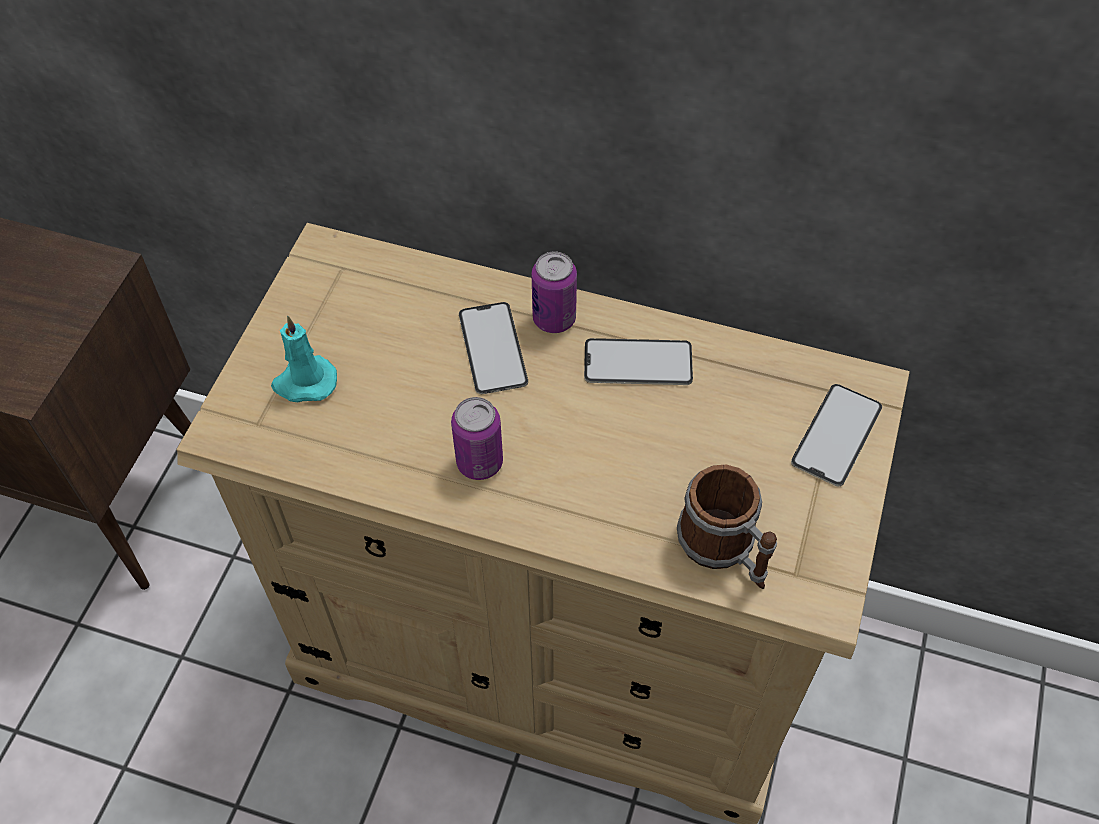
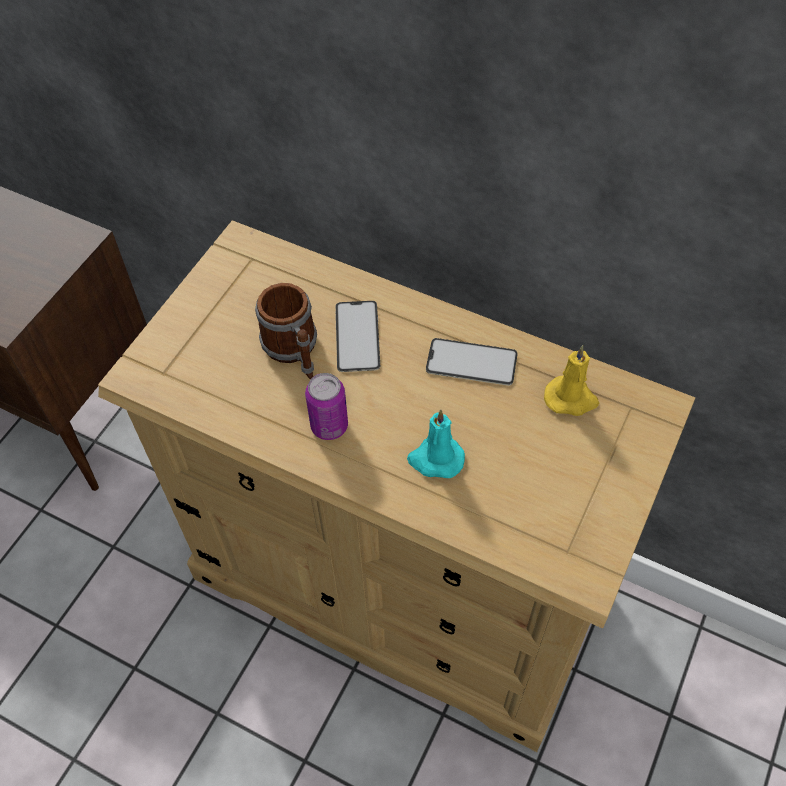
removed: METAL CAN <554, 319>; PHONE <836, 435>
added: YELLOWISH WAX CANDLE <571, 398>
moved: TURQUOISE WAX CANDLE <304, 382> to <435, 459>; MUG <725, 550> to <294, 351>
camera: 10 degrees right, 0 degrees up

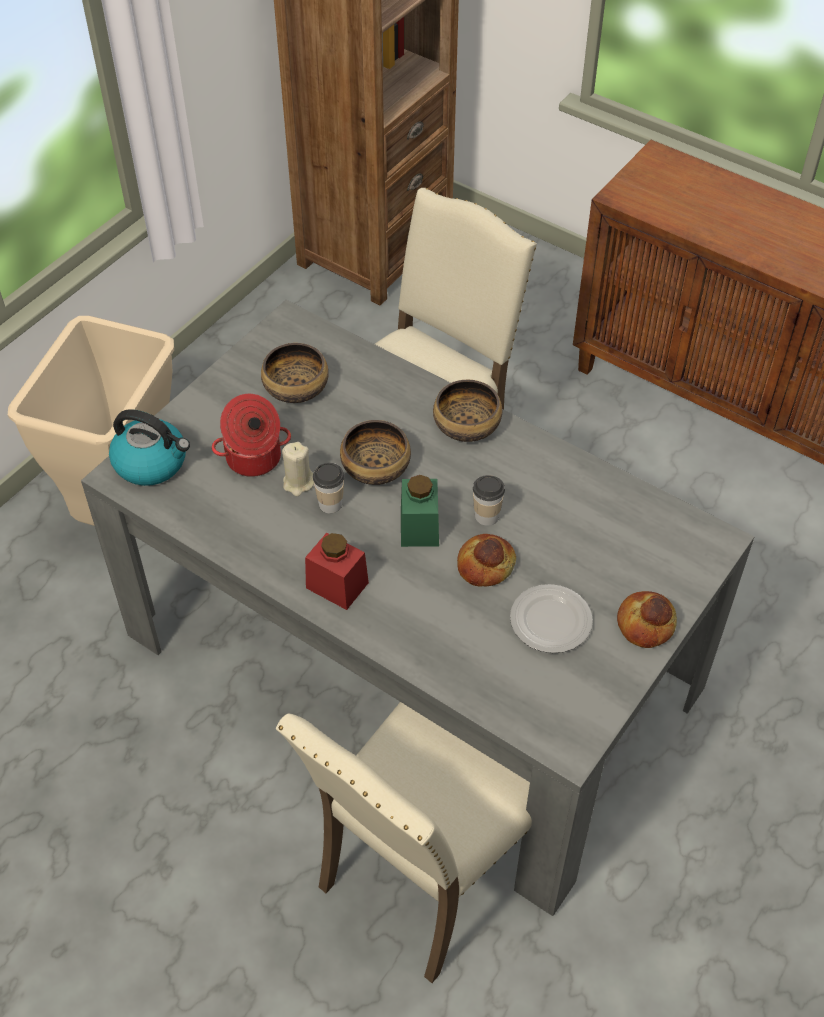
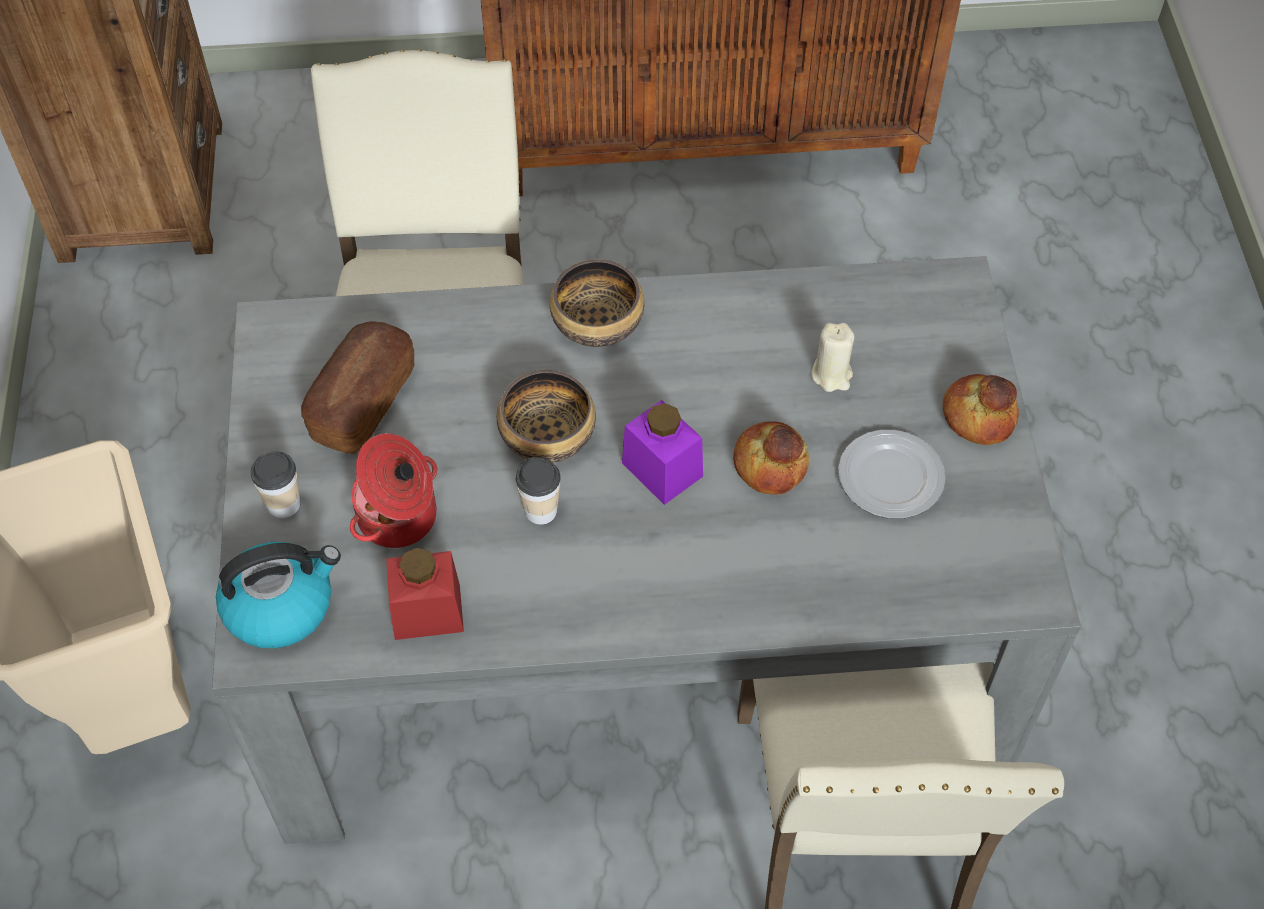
moved: BEIGE-COLOURED WAX CANDLE <298, 483> to <832, 375>; REDDISH STORAGE JAR <337, 585> to <427, 612>; CUP <486, 516> to <284, 504>
replaced: DEEP DISH <296, 388> to BREAD <363, 401>
recoloured: GREENISH STORAGE JAR <419, 527> to PURPLE STORAGE JAR <662, 469>
camera: 40 degrees left, 5 degrees up

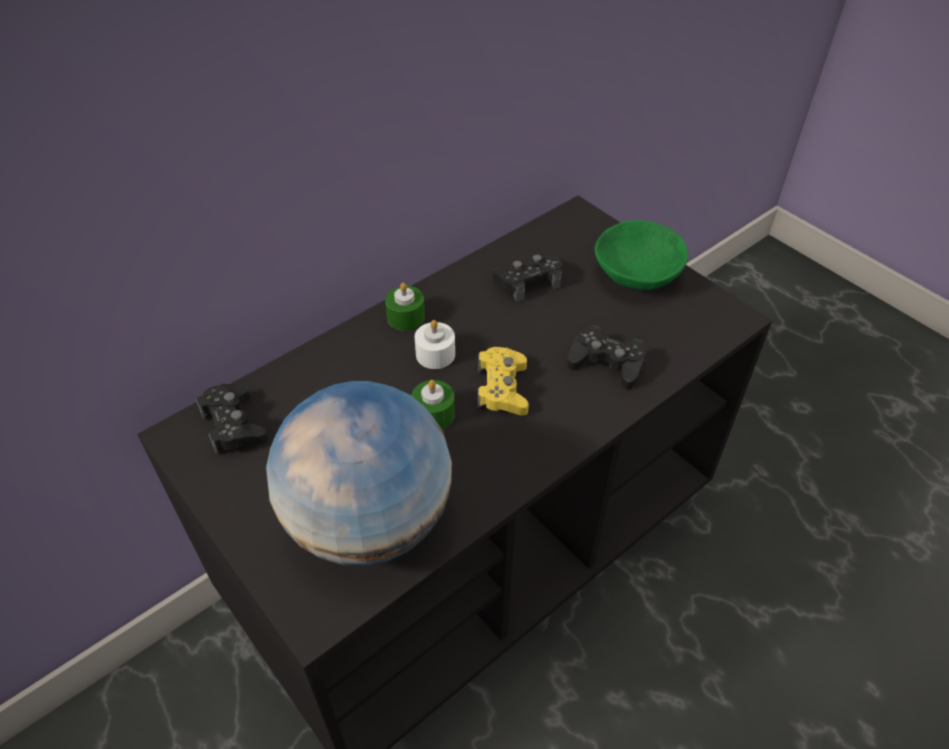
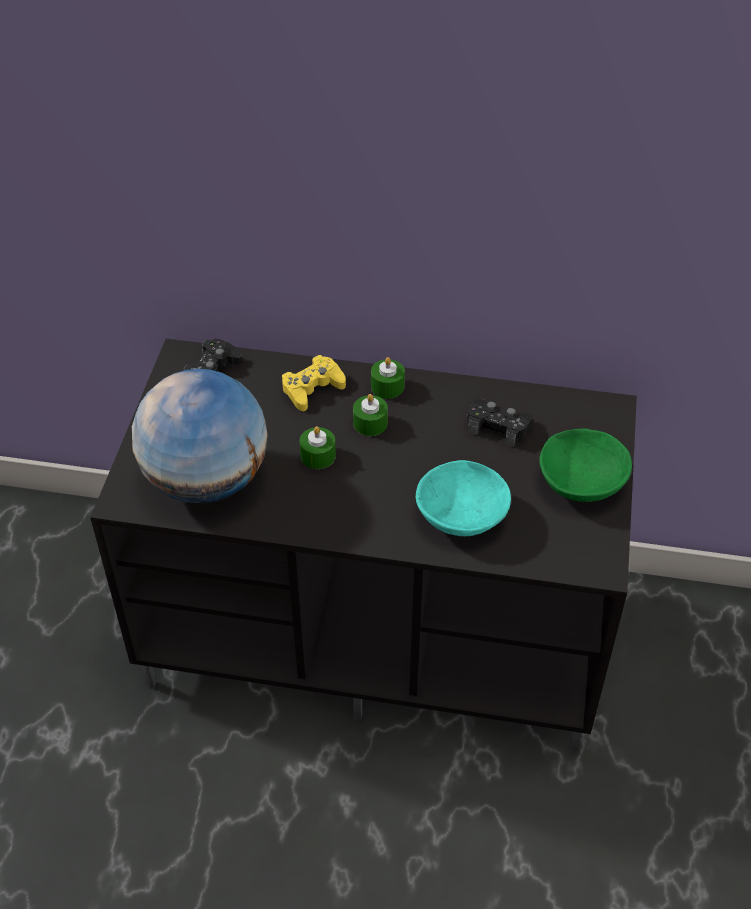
moved: YELLOWISH GAMEPAD <502, 388> to <312, 388>
replaced: BLACK GAMEPAD <606, 363> to TURQUOISE DEEP DISH <463, 517>
recoloured: WHITISH WAX CANDLE <435, 354> to GREENISH WAX CANDLE <370, 423>
camera: 50 degrees right, 0 degrees up

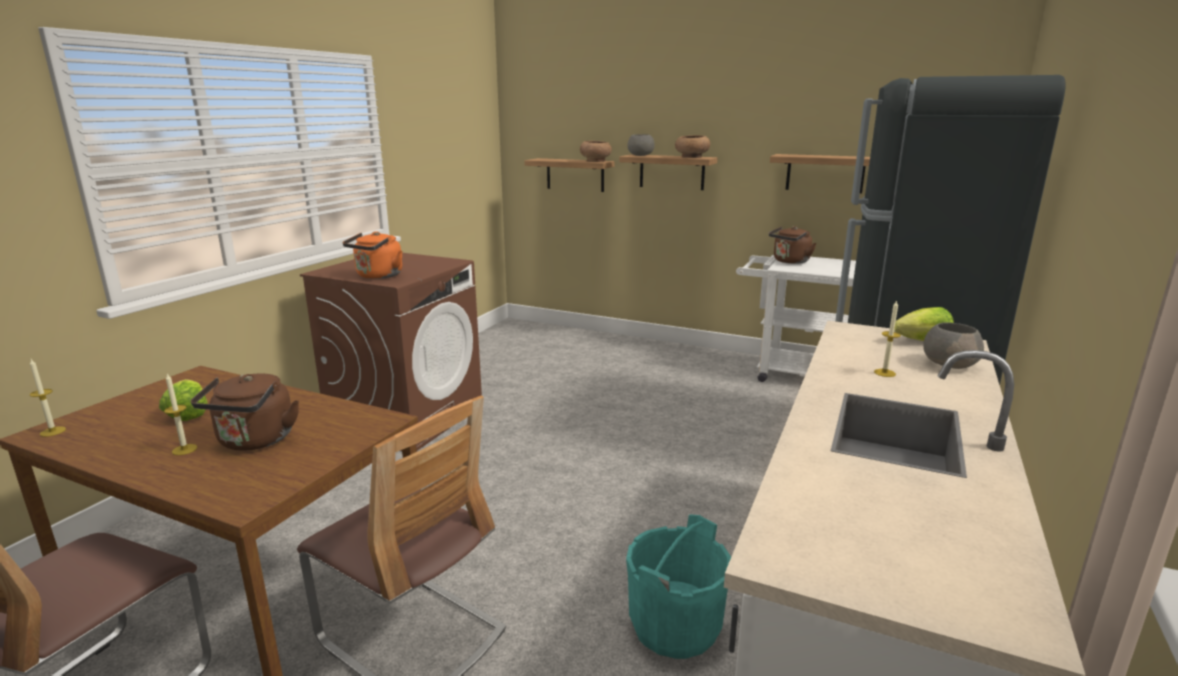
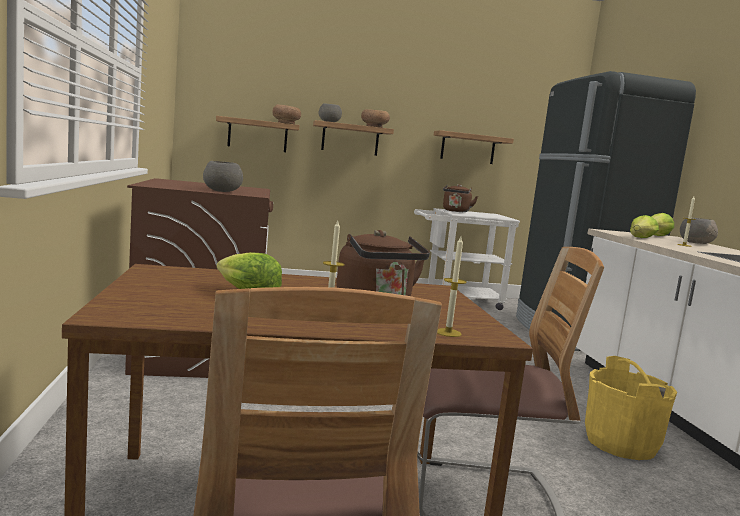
added: HEAD OF LETTUCE <641, 238>
moved: WAX CANDLE <53, 431> to <448, 332>
replaced: ORANGE WATER KETTLE <378, 276> to GRAY DEEP DISH <221, 191>
recoloured: TURQUOISE BUCKET <675, 626> to YELLOWISH BUCKET <621, 443>
camera: 35 degrees left, 10 degrees down

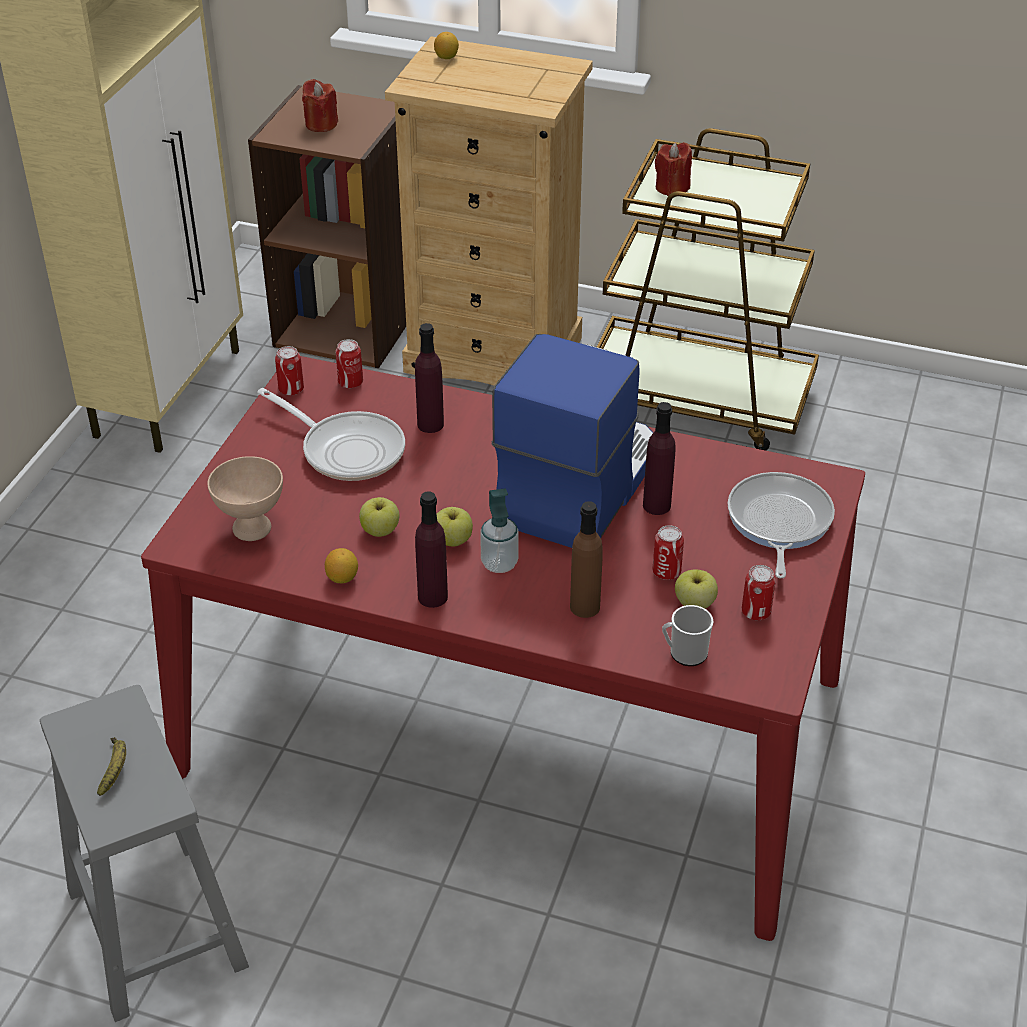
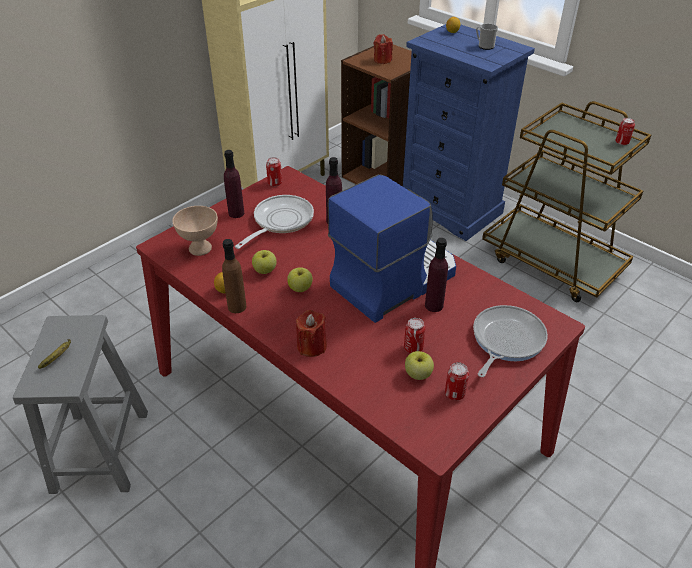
removed: SOAP BOTTLE <499, 563>
moved: METAL CAN <350, 382> to <622, 142>; PURPLE BOTTLE <432, 597> to <236, 213>; BROWN BOTTLE <585, 607> to <237, 306>; REDDISH WAX CANDLE <672, 188> to <312, 346>; MUG <684, 653> to <484, 46>
recoloured: BEIGE-COLOURED CHEST OF DRAWERS <494, 355> to BLUE CHEST OF DRAWERS <451, 209>
turned: FRYING PAN <347, 450> = <280, 222> 120 degrees counterclockwise
camera: 25 degrees right, 0 degrees up

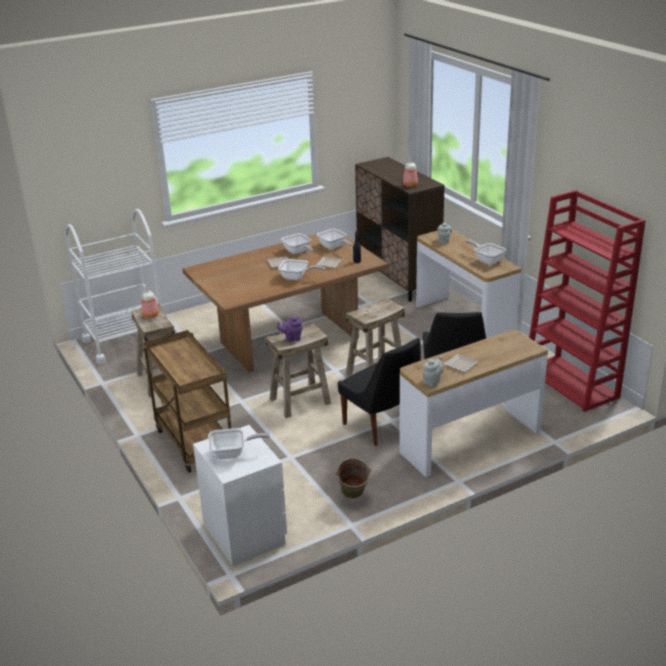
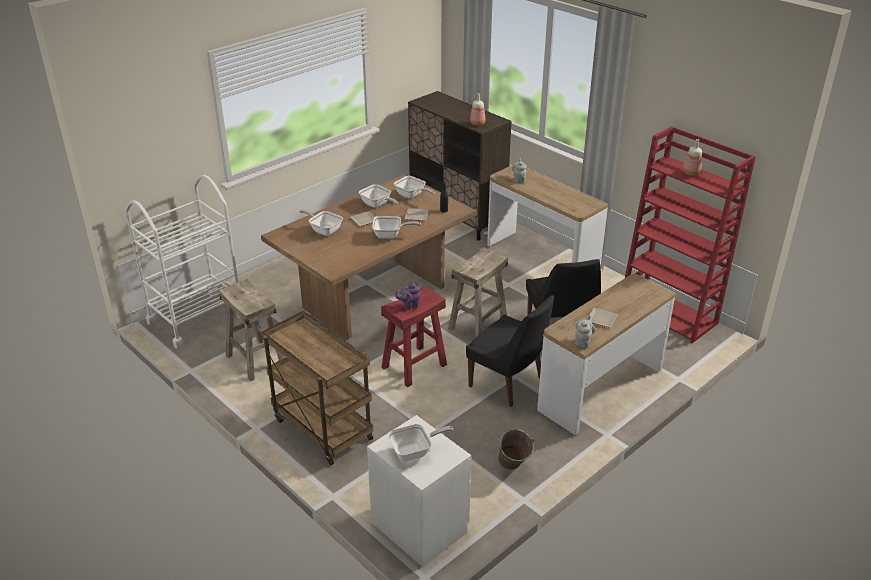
moved: BOTTLE <150, 315> to <690, 173>; FRYING PAN <487, 260> to <324, 230>
recoloured: BEIGE-COLOURED STOOL <300, 401> to REDDISH STOOL <414, 366>
camera: 15 degrees left, 5 degrees up

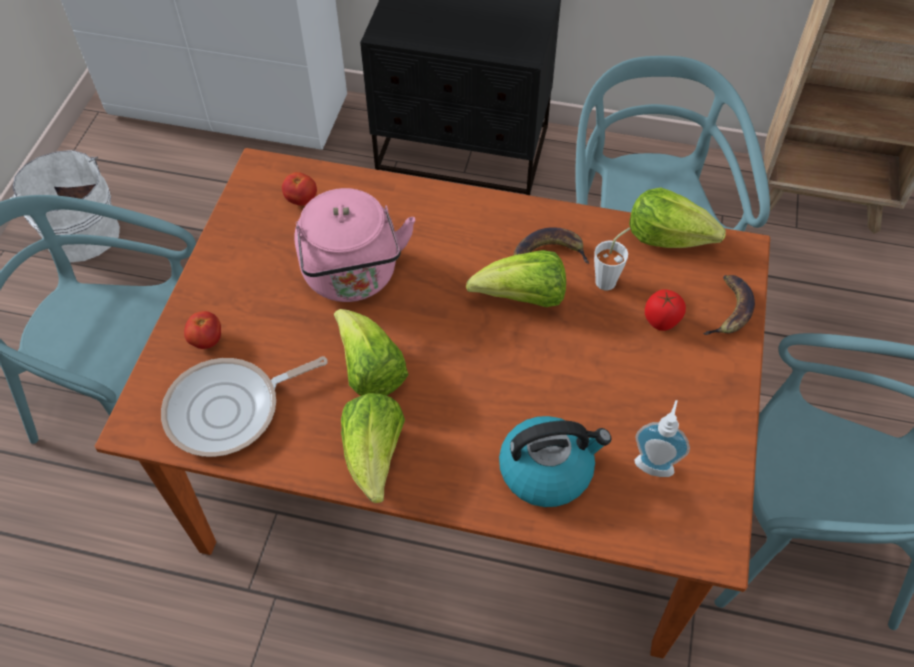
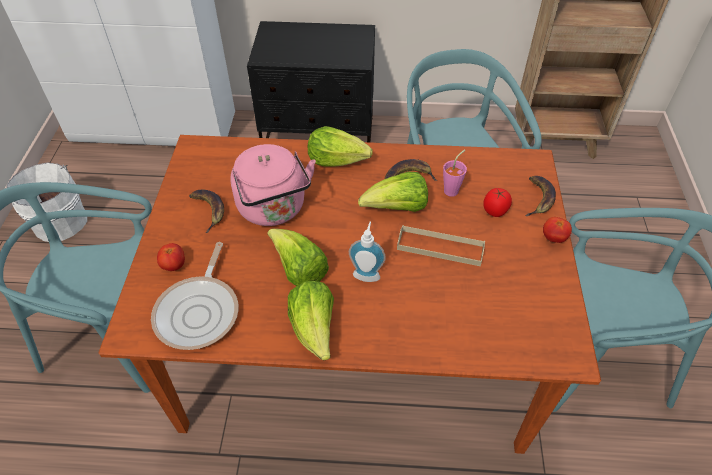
removed: WATER KETTLE <547, 470>
added: BANANA <209, 210>; BEIGE-COLOURED SERVING TRAY <440, 248>
moved: FRESH TOMATO <301, 200> to <553, 238>; HEAD OF LETTUCE <669, 236> to <337, 159>; SOAP BOTTLE <655, 462> to <367, 273>
recoloured: WHITISH CUP <609, 280> to PINK-COLOURED CUP <453, 189>
turned: FRYING PAN <230, 410> = <200, 312> 45 degrees counterclockwise
camera: 10 degrees left, 5 degrees down

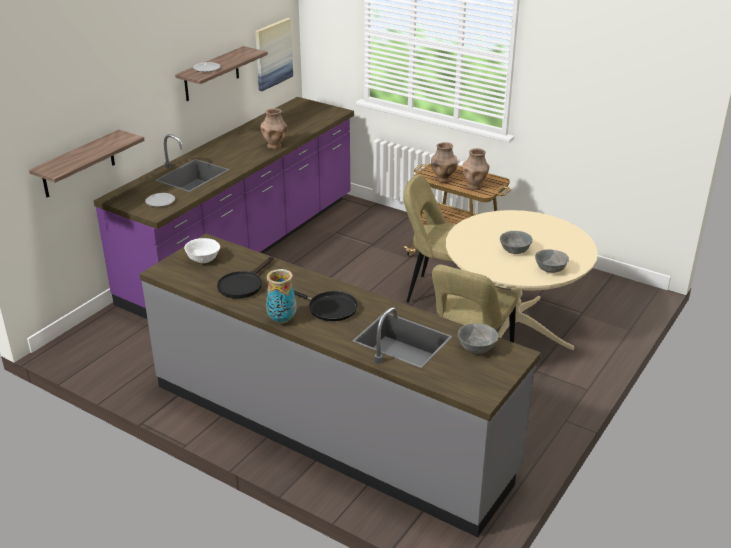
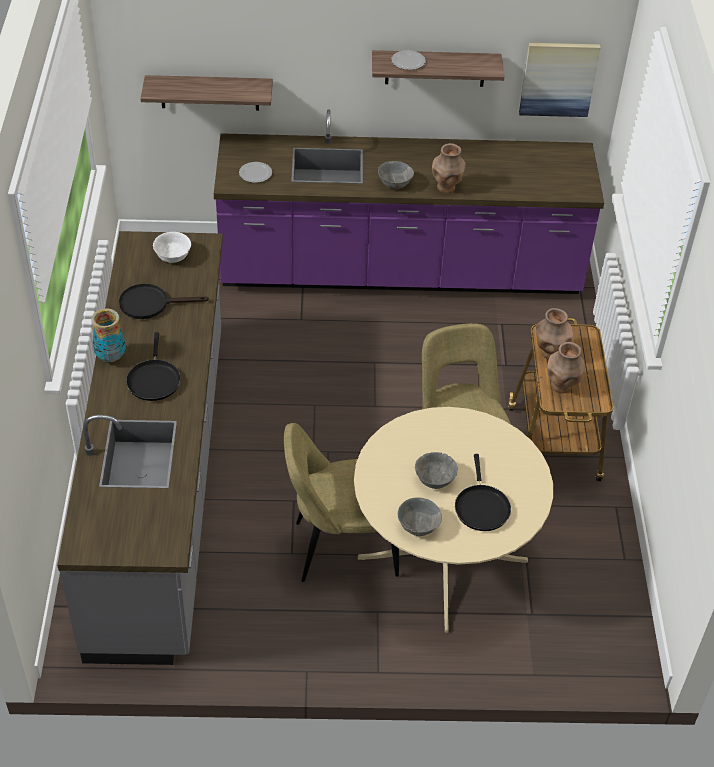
added: BLACK FRYING PAN <481, 507>
moved: GRAY DEEP DISH <476, 348> to <395, 184>
camera: 55 degrees right, 15 degrees up

